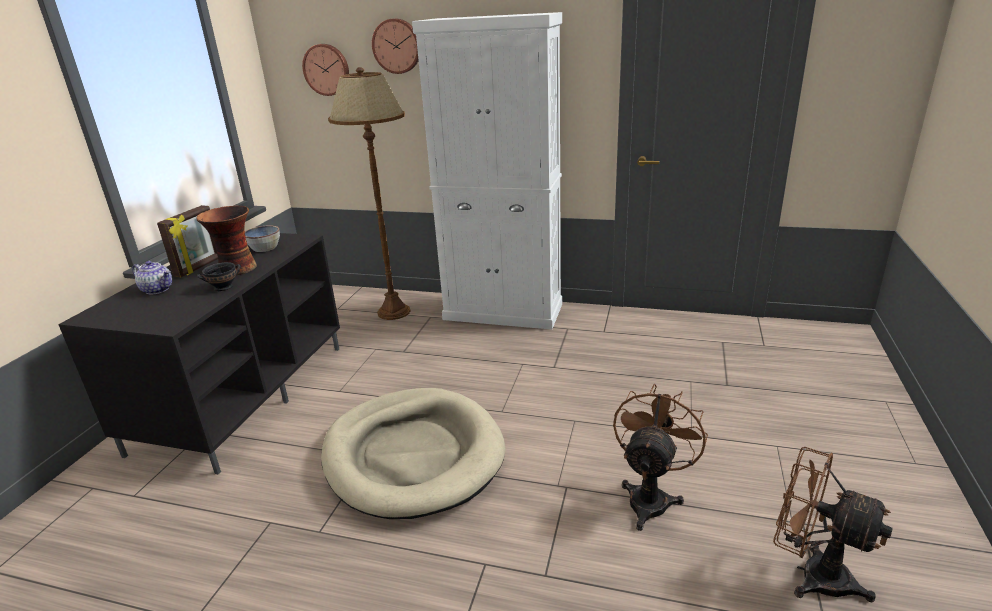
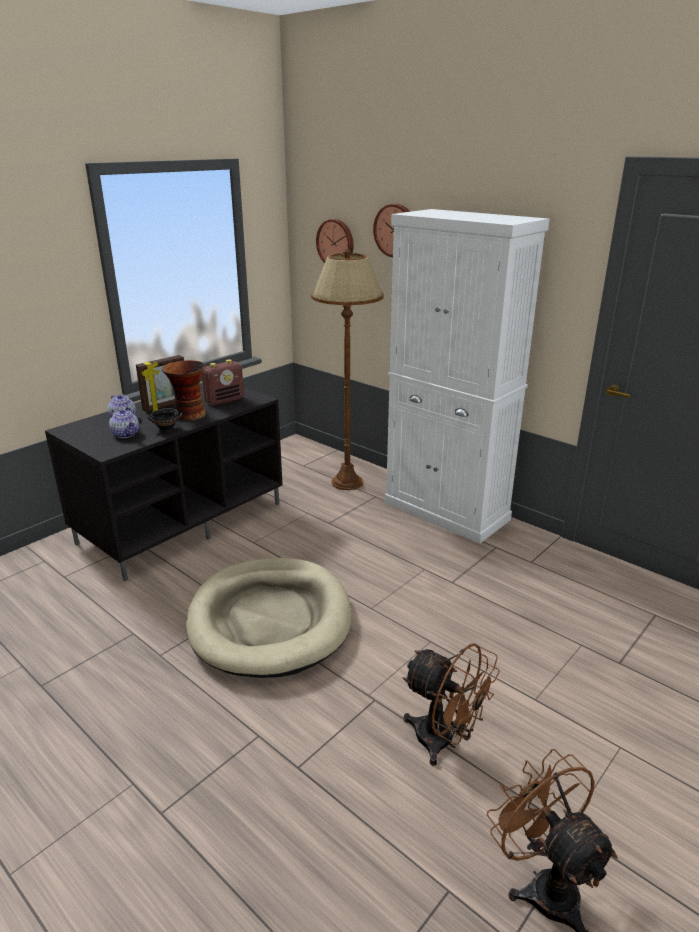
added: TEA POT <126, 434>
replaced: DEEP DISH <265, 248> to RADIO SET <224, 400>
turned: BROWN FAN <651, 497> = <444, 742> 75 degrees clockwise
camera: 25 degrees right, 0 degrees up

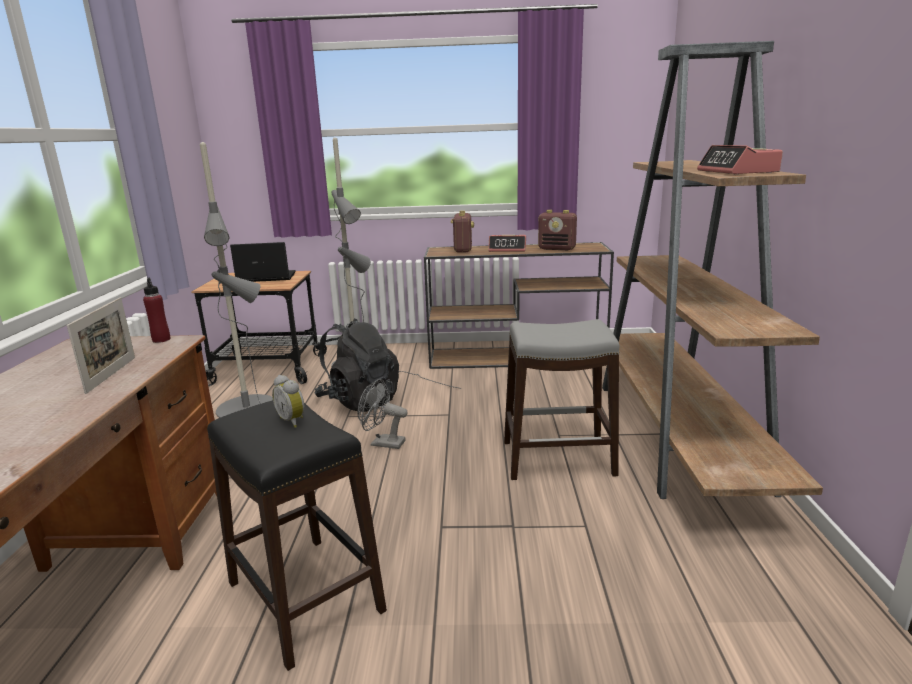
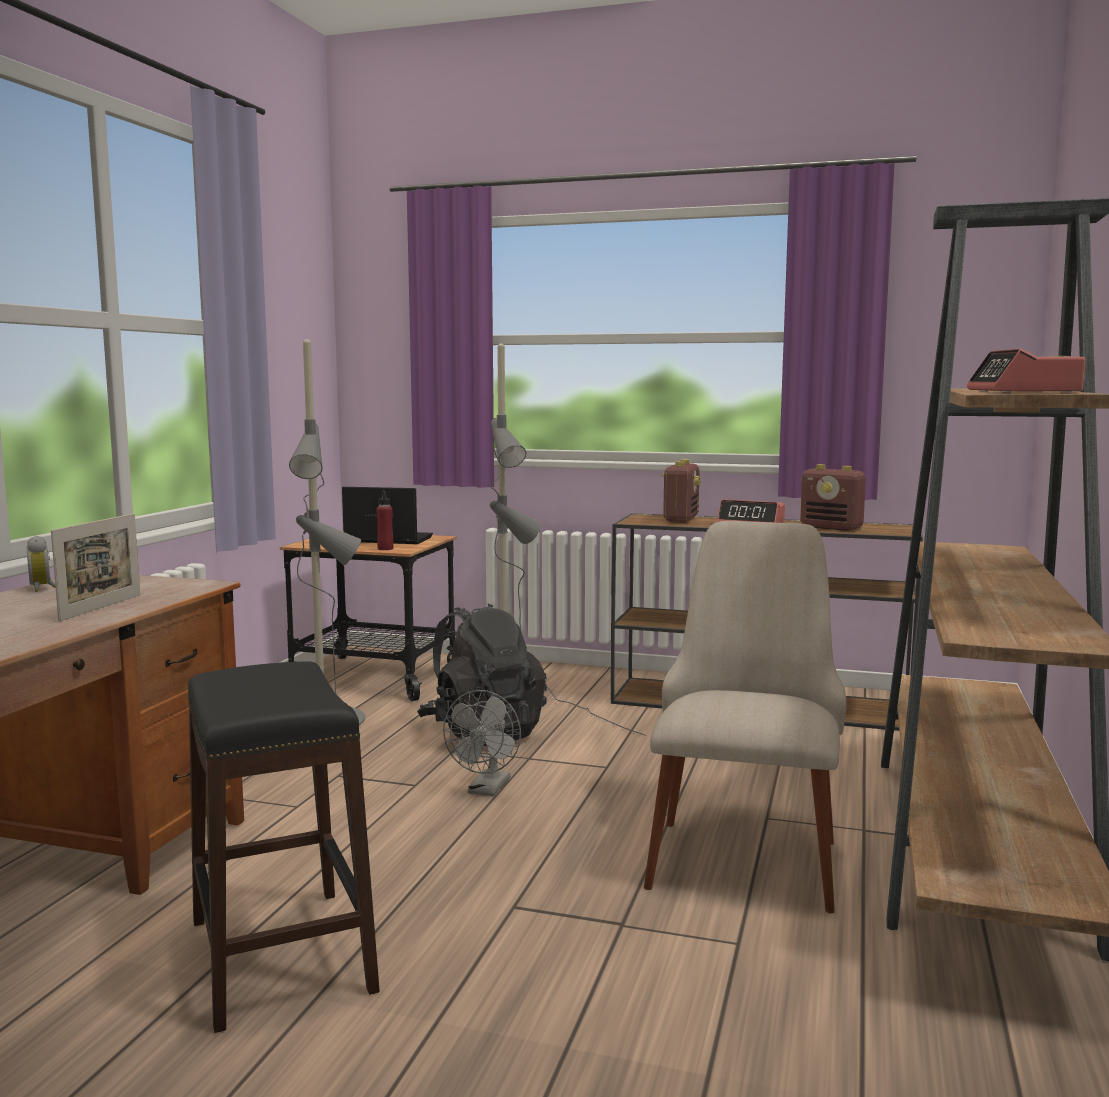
moved: REDDISH BOTTLE <161, 339> to <385, 549>; ALARM CLOCK <293, 421> to <43, 588>
replaced: GRAY STOOL <557, 458> to BEIGE-COLOURED CHAIR <746, 847>
turned: GRAY FAN <382, 443> = <487, 790> 105 degrees counterclockwise
camera: 15 degrees right, 10 degrees down

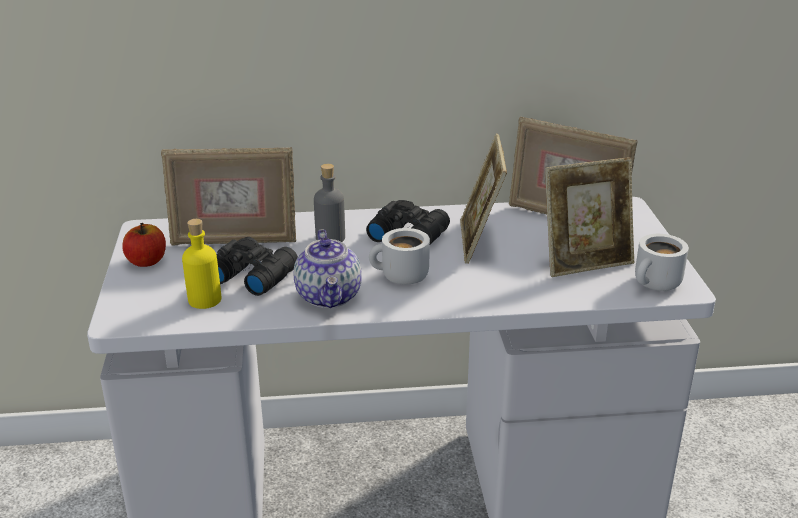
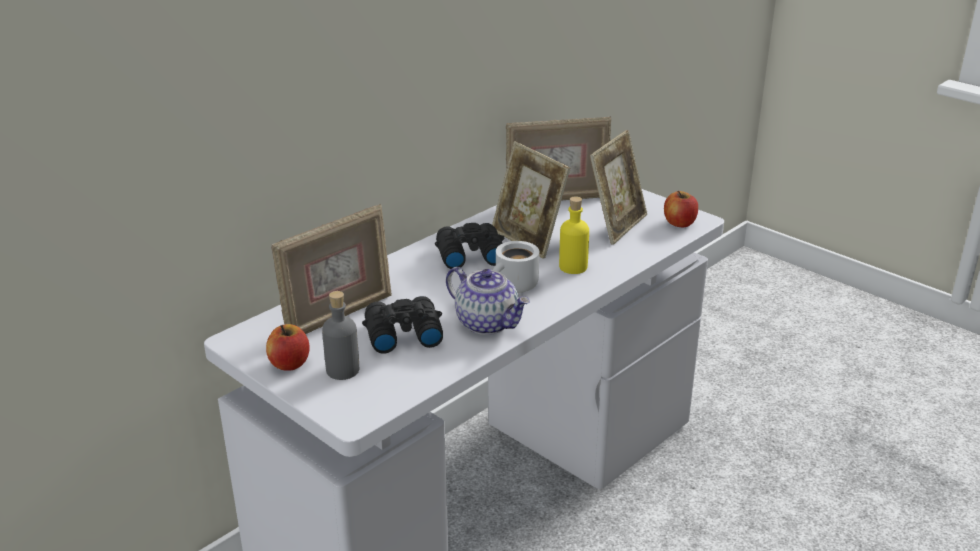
moved: YELLOWISH BOTTLE <204, 300> to <573, 267>; GRAY BOTTLE <330, 238> to <342, 370>
replaced: WHITISH MUG <656, 284> to APPLE FRUIT <679, 223>
camera: 40 degrees left, 0 degrees up

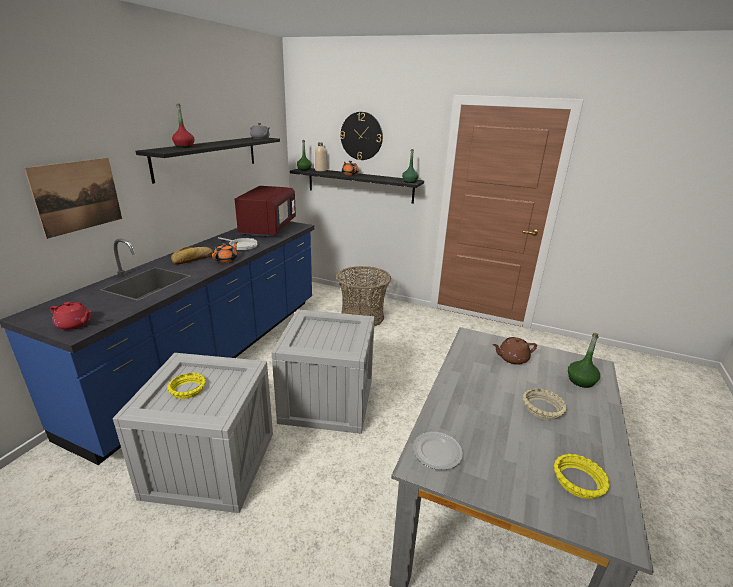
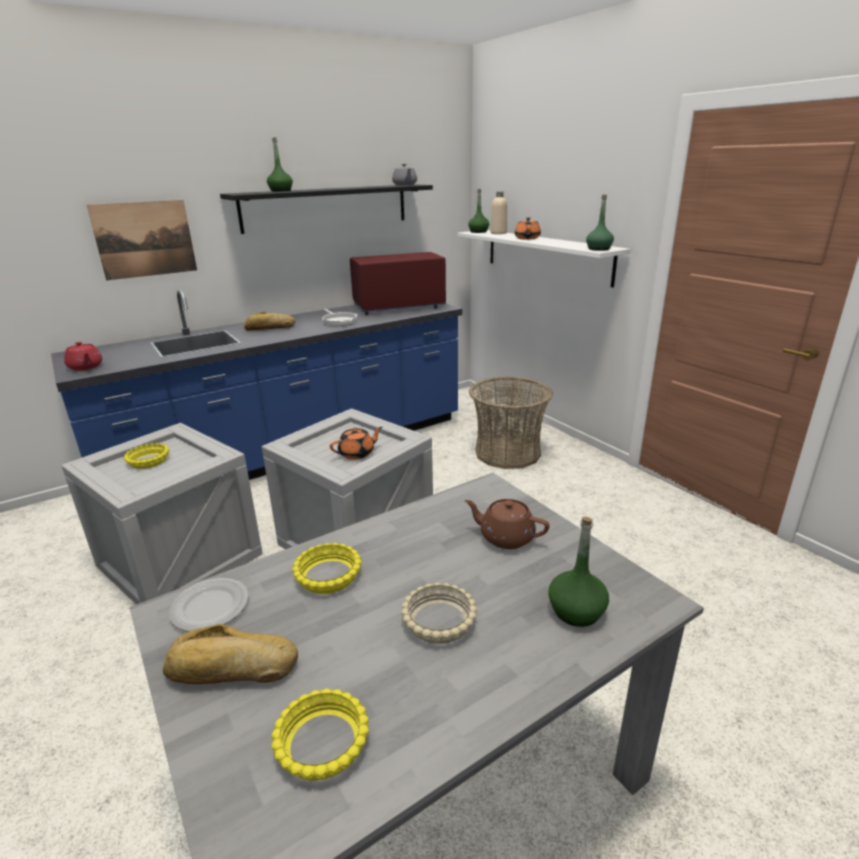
removed: WALL CLOCK <361, 136>
added: BREAD <231, 669>; YELLOWISH DEEP DISH <327, 575>
moved: ORANGE TEA POT <226, 260> to <357, 453>
recoloured: REDDISH BOTTLE <184, 146> to GREENISH BOTTLE <280, 191>; BLACK WALL SHELF <359, 185> to WHITISH WALL SHELF <546, 256>
turned: REDDISH KITCHEN MICROWAVE <268, 228> = <398, 307> 150 degrees counterclockwise
camera: 35 degrees right, 0 degrees up

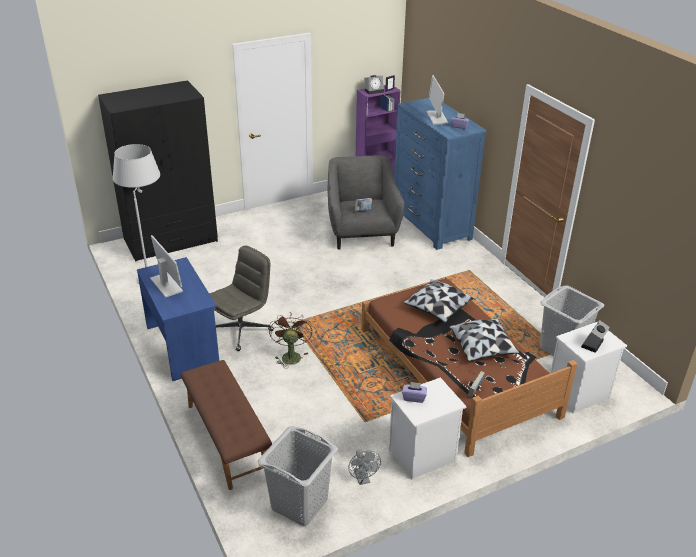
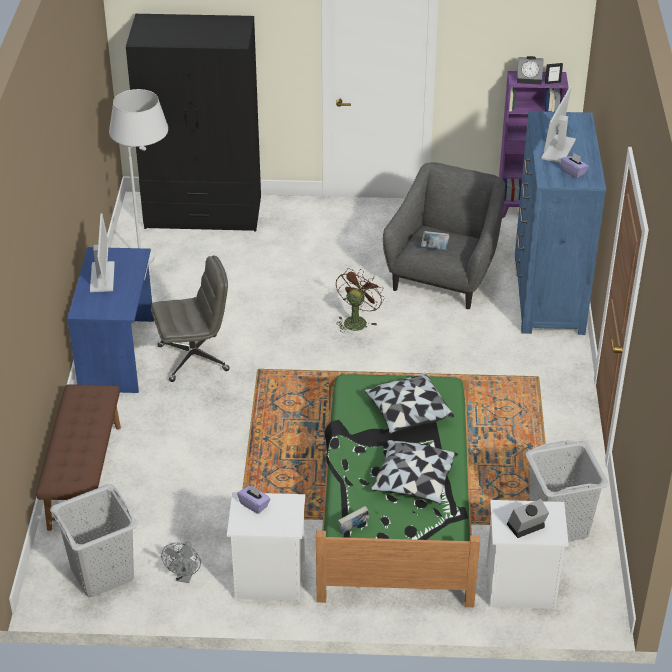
moved: BROWN FAN <290, 355> to <356, 320>
recoloured: BROWN BEDROOM BED <456, 371> to GREENISH BEDROOM BED <396, 500>
camera: 30 degrees right, 5 degrees up

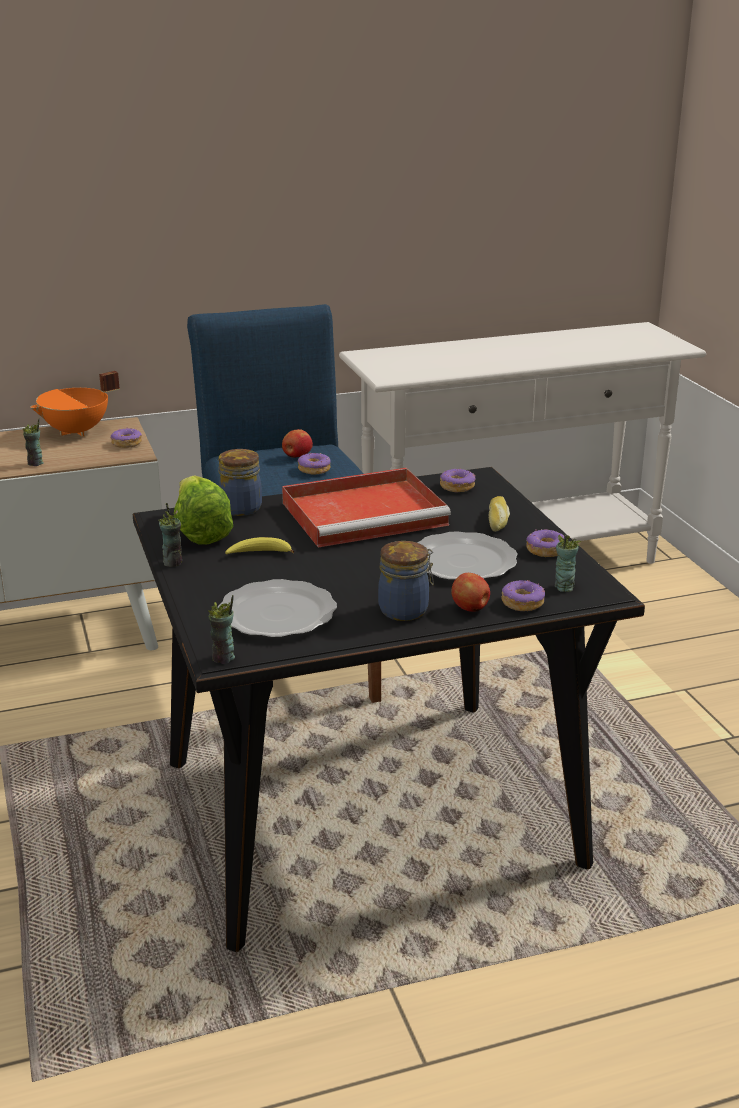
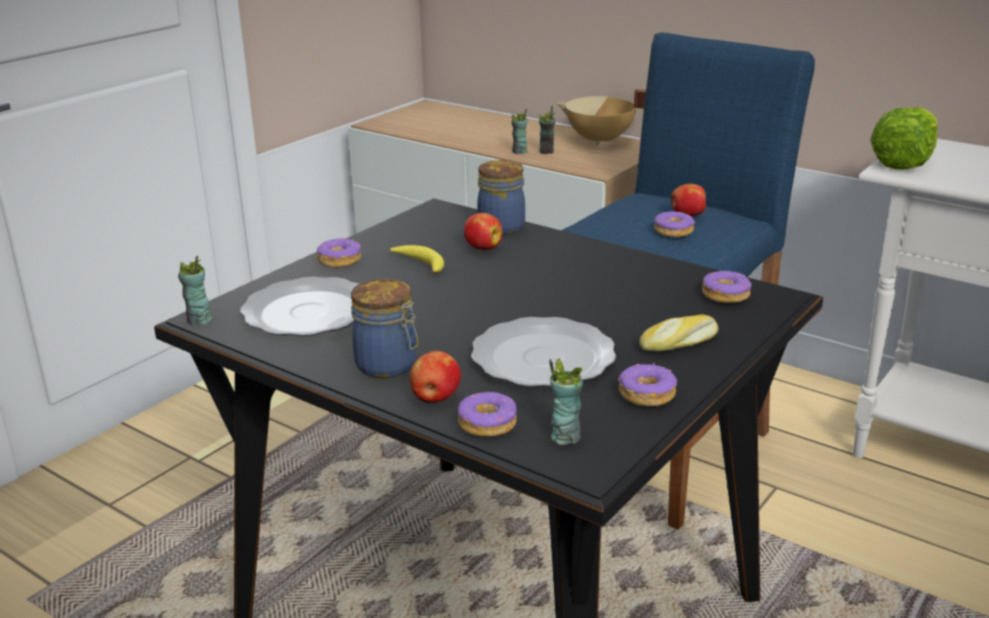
removed: REDDISH SERVING TRAY <367, 513>
added: APPLE FRUIT <482, 248>
moved: RING DOUGHNUT <126, 443> to <339, 260>; CUP <173, 562> to <547, 152>; HEAD OF LETTUCE <200, 532> to <904, 162>
recoloured: ORANGE COOKING POT <77, 432> to BEIGE-COLOURED COOKING POT <600, 141>
camera: 55 degrees right, 0 degrees up

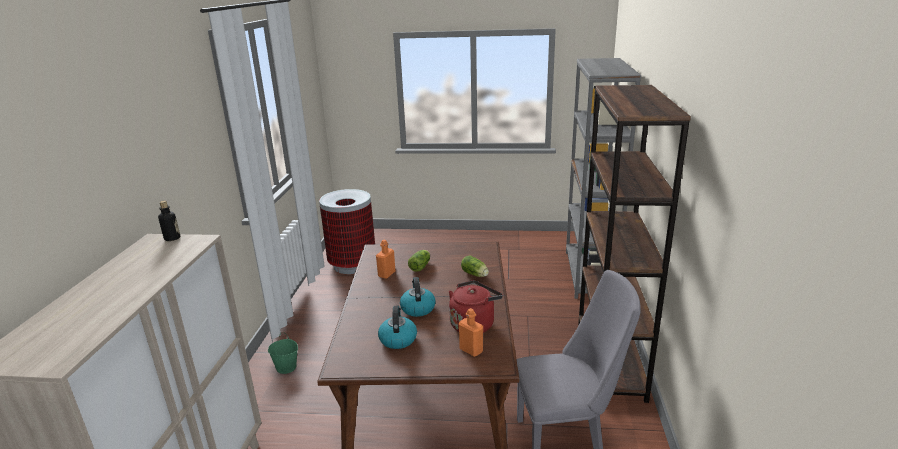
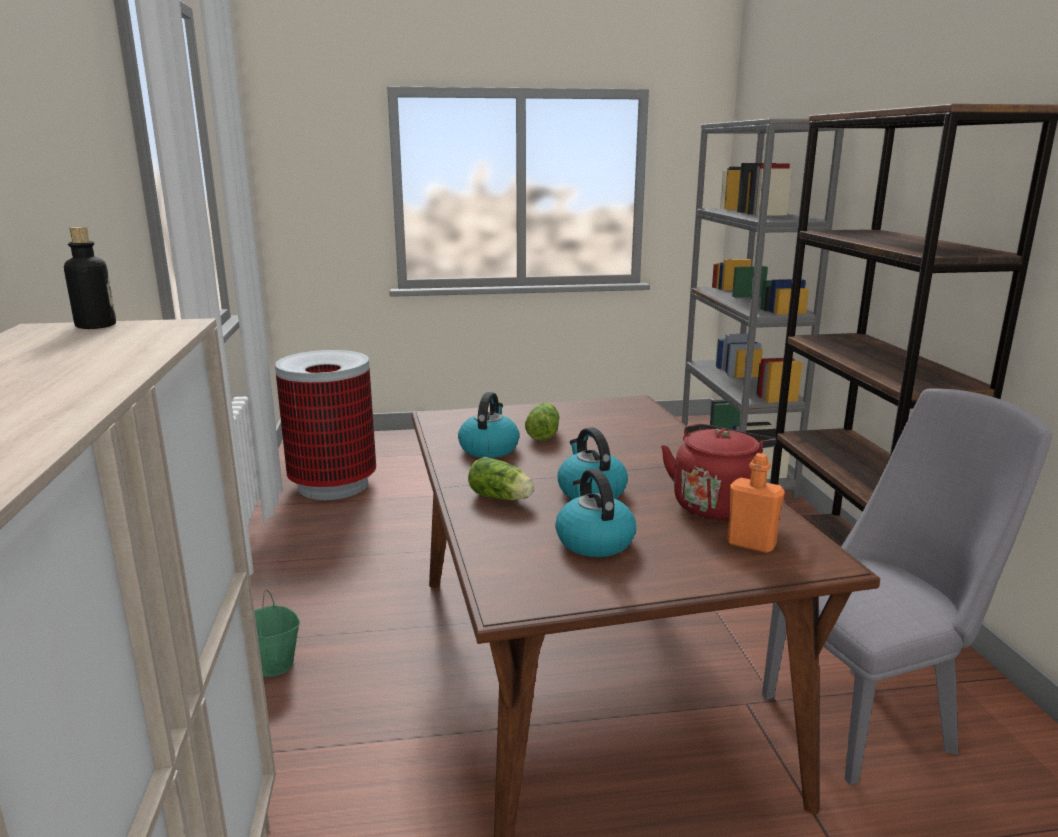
moved: HEAD OF LETTUCE <475, 275> to <502, 498>
replaced: ORANGE BOTTLE <386, 274> to WATER KETTLE <489, 448>
camera: 15 degrees left, 5 degrees down

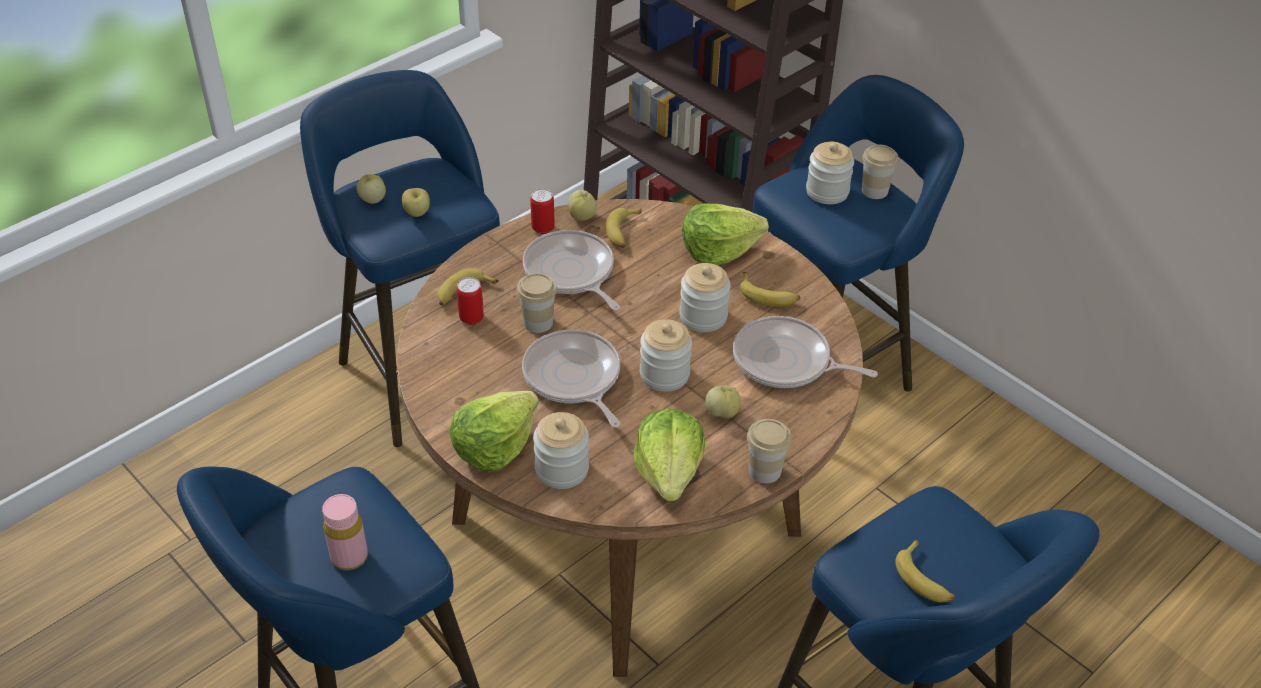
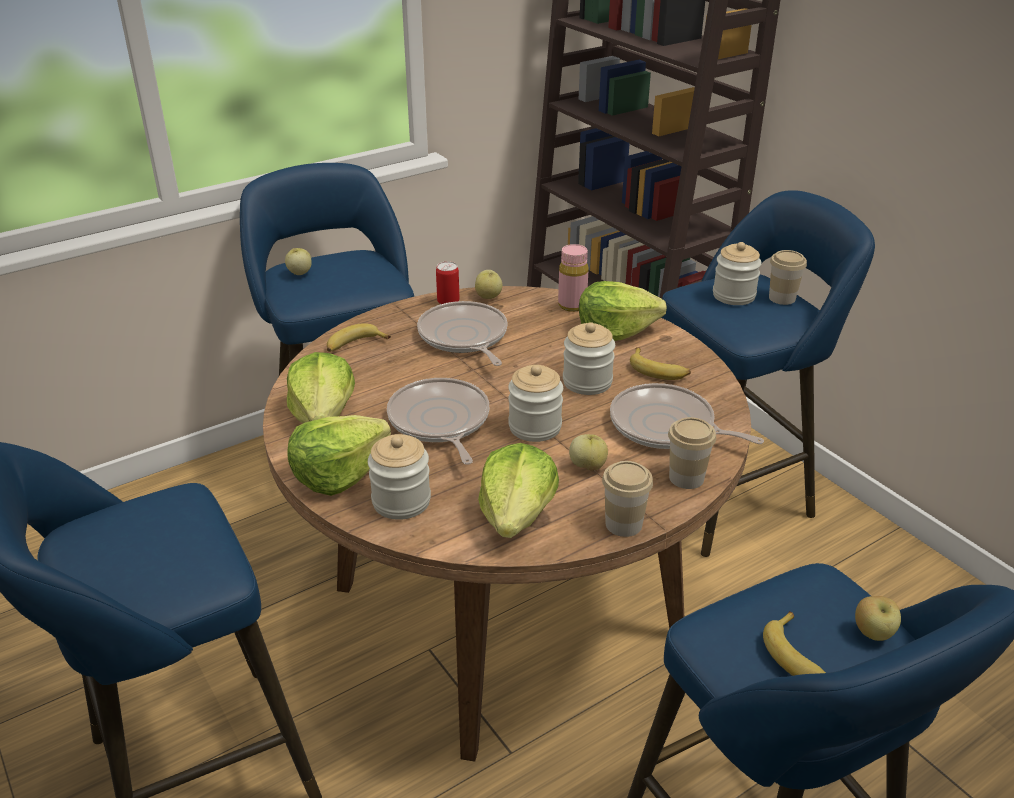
removed: METAL CAN <471, 318>; BANANA <623, 232>
added: HEAD OF LETTUCE <323, 414>
moved: PINK-COLOURED BOTTLE <349, 557> to <572, 305>; APPLE FRUIT <417, 213> to <873, 633>; CUP <538, 322> to <686, 478>
camera: 10 degrees right, 10 degrees down

